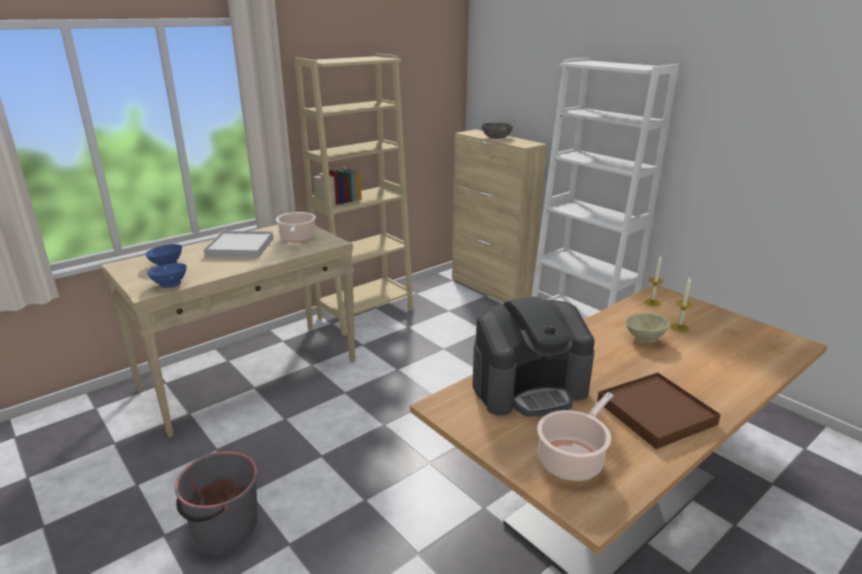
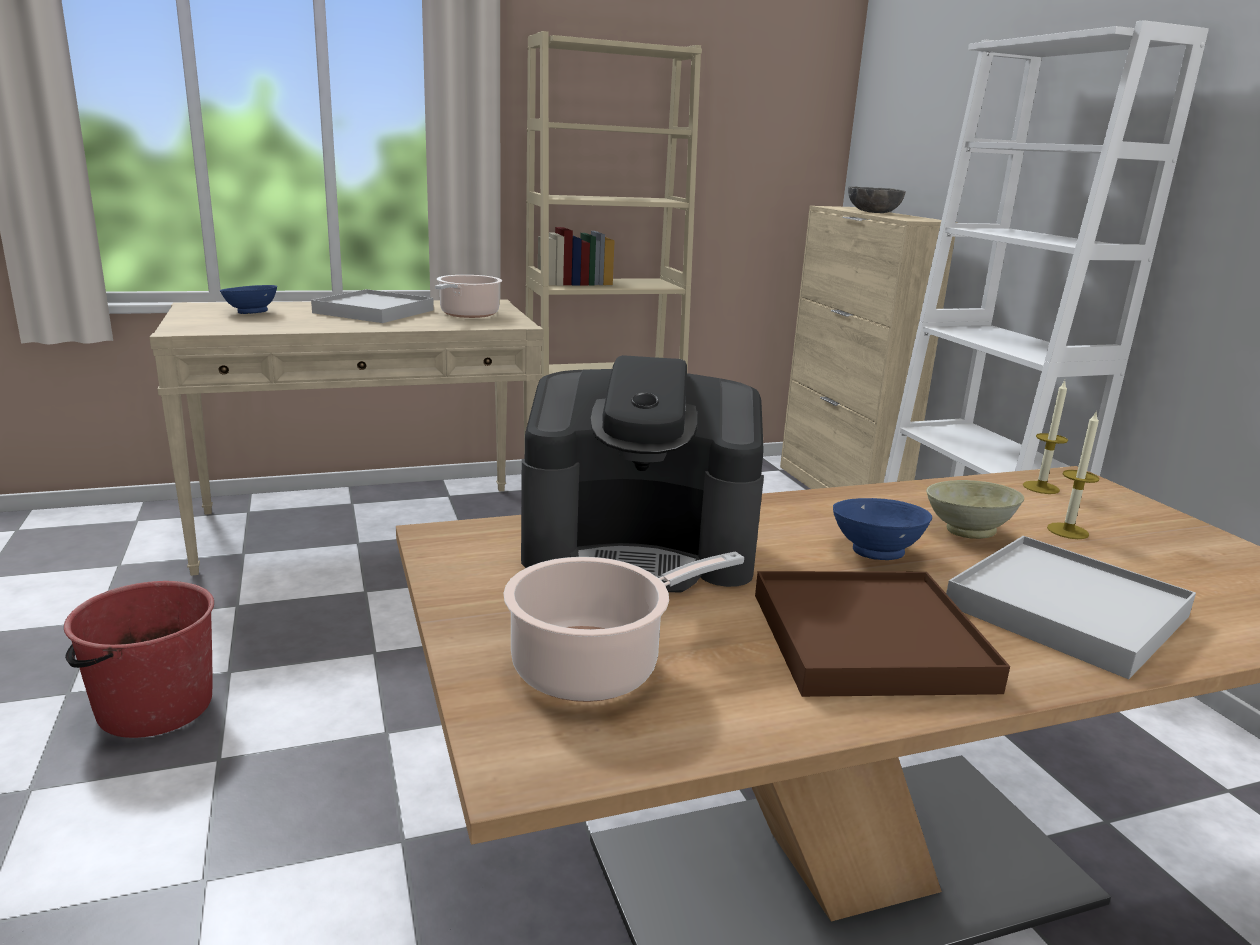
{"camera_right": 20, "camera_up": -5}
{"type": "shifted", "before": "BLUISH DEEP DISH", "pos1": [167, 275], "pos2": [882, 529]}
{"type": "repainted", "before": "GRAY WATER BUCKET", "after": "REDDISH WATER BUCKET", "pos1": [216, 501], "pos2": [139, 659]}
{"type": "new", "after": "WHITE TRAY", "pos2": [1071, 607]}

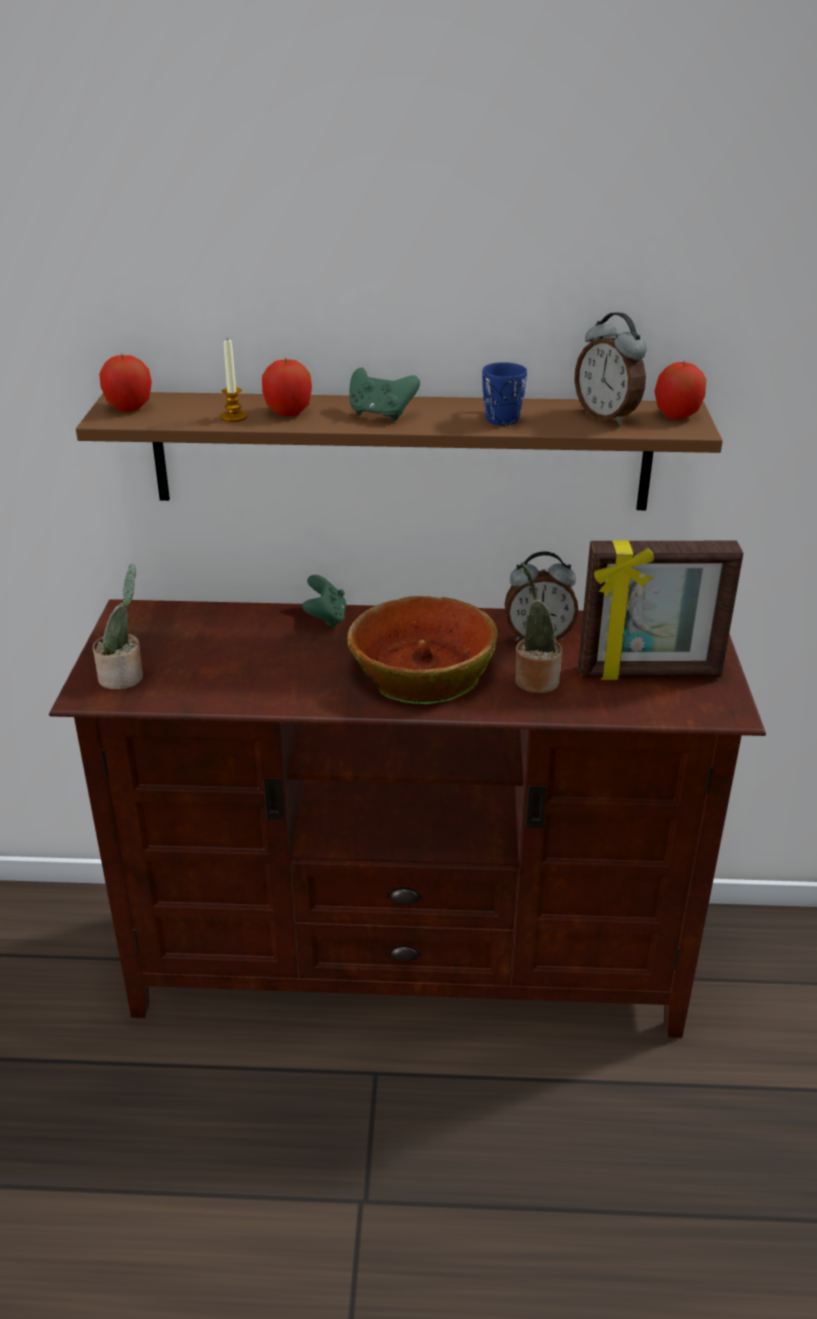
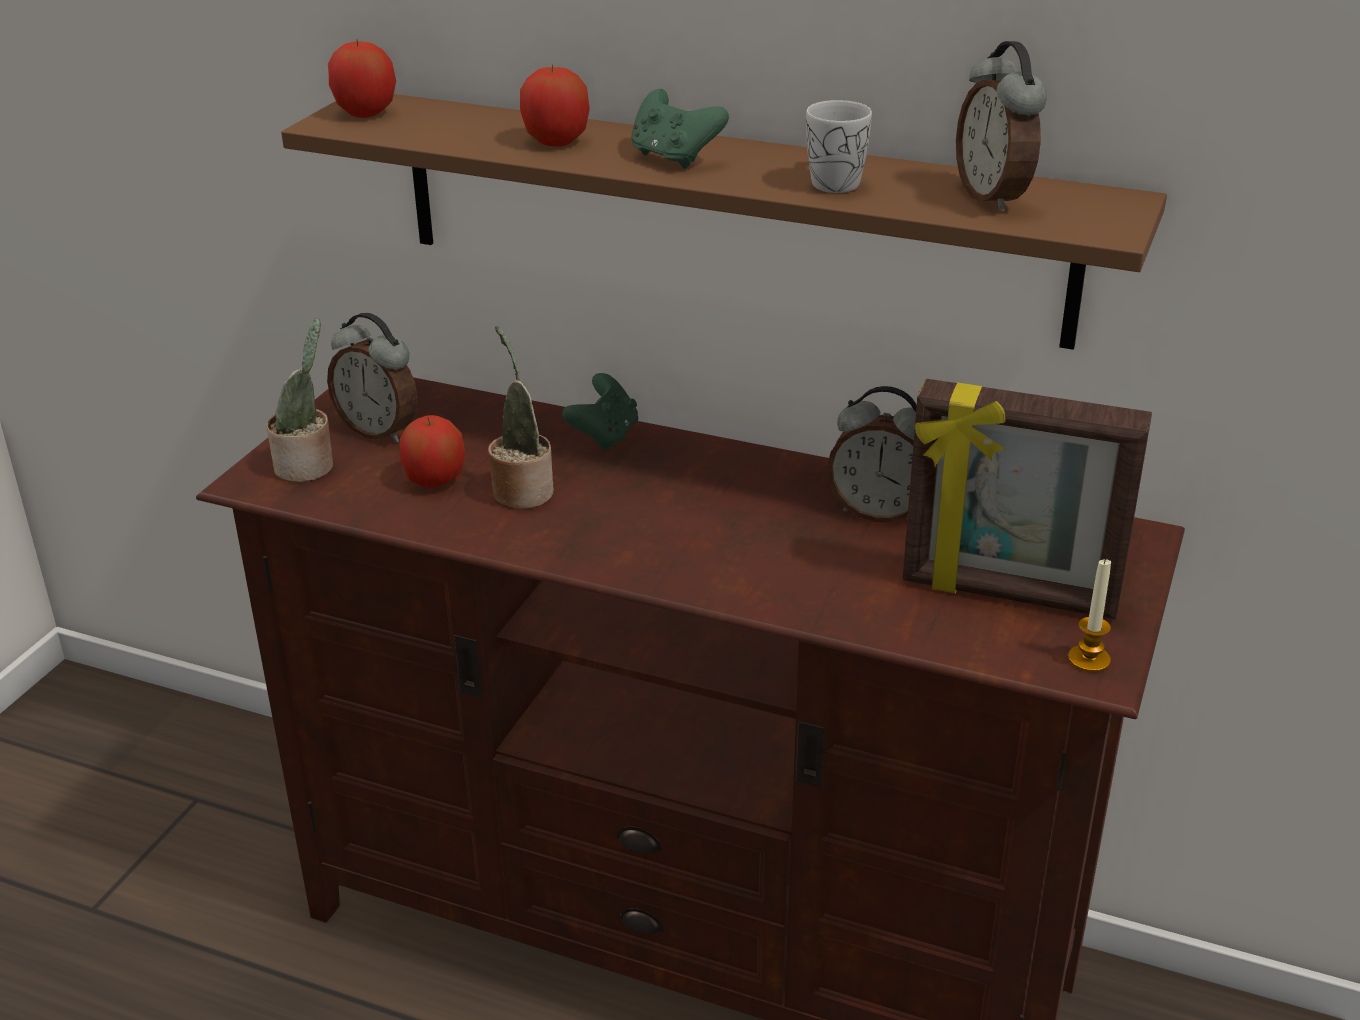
{"camera_right": 20, "camera_up": 0}
{"type": "shifted", "before": "WAX CANDLE", "pos1": [233, 380], "pos2": [1089, 615]}
{"type": "gone", "before": "DEEP DISH", "pos1": [422, 650]}
{"type": "repainted", "before": "BLUISH MUG", "after": "WHITE MUG", "pos1": [504, 394], "pos2": [839, 146]}
{"type": "shifted", "before": "PLANT IN A POT", "pos1": [538, 628], "pos2": [521, 417]}
{"type": "shifted", "before": "APPLE FRUIT", "pos1": [680, 390], "pos2": [432, 451]}
{"type": "new", "after": "BEDSIDE CLOCK", "pos2": [372, 378]}

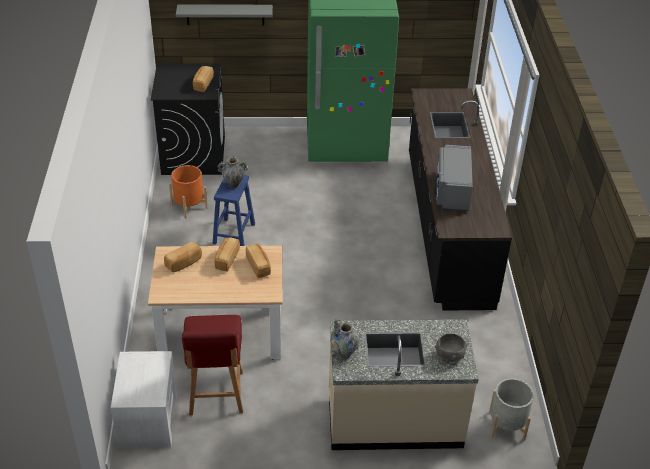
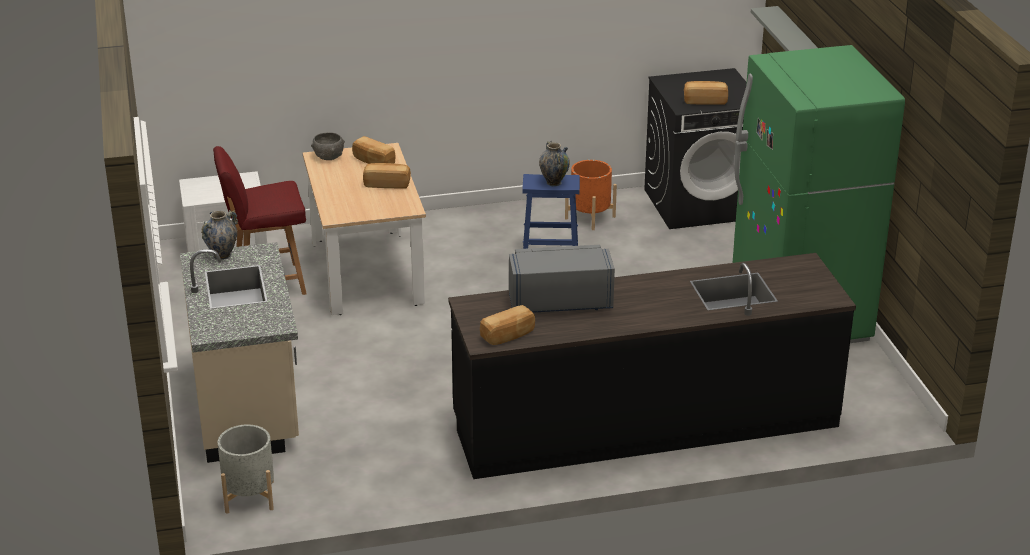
{"camera_right": 80, "camera_up": -10}
{"type": "shifted", "before": "BREAD", "pos1": [258, 261], "pos2": [507, 325]}
{"type": "shifted", "before": "GRAY DEEP DISH", "pos1": [451, 348], "pos2": [328, 146]}

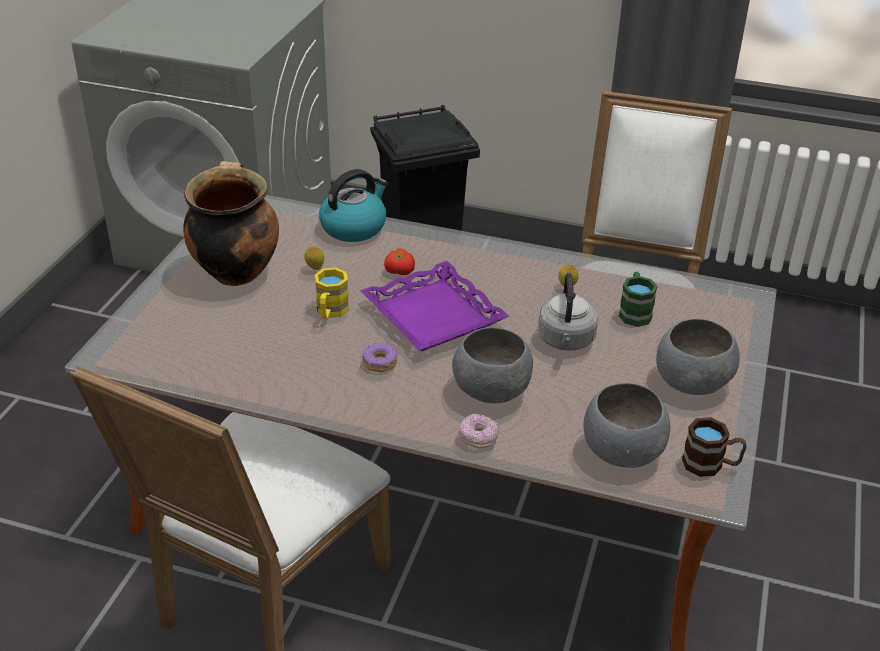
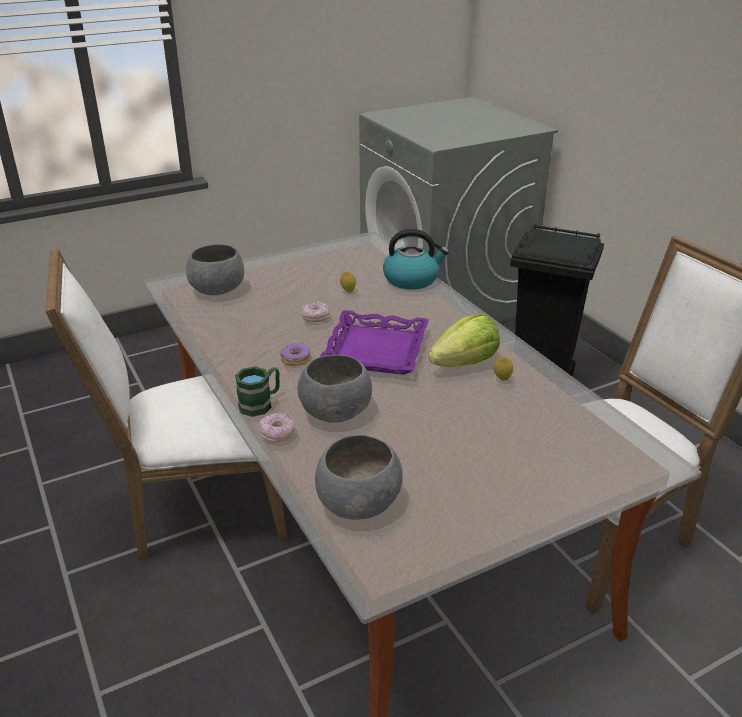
{"camera_right": 45, "camera_up": -5}
{"type": "gone", "before": "STOCKPOT", "pos1": [231, 223]}
{"type": "swapped", "before": "YELLOW MUG", "after": "DOUGHNUT", "pos1": [332, 293], "pos2": [316, 311]}
{"type": "gone", "before": "WHOLE TOMATO", "pos1": [399, 261]}
{"type": "gone", "before": "GRAY TEA KETTLE", "pos1": [568, 312]}
{"type": "shifted", "before": "GREENISH MUG", "pos1": [638, 299], "pos2": [257, 391]}
{"type": "shifted", "before": "GRAY DEEP DISH", "pos1": [698, 357], "pos2": [215, 269]}
{"type": "gone", "before": "BROWNISH MUG", "pos1": [714, 447]}
{"type": "new", "after": "HEAD OF LETTUCE", "pos2": [464, 340]}

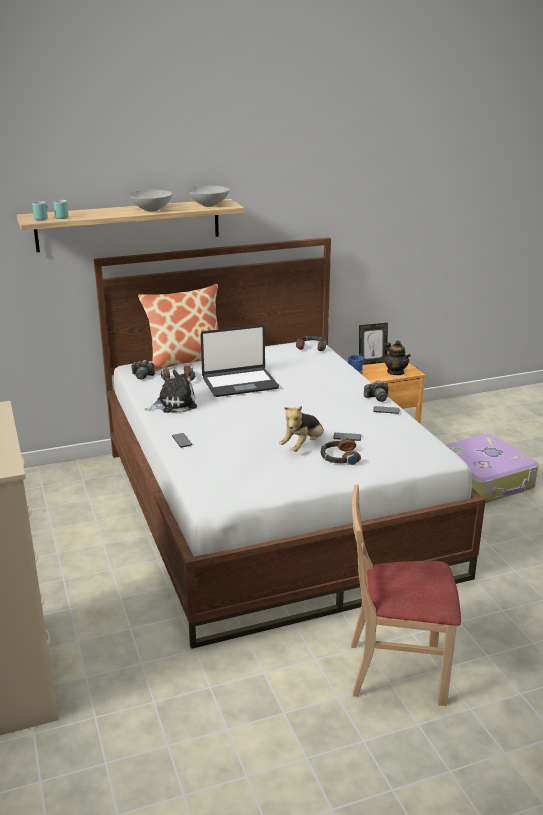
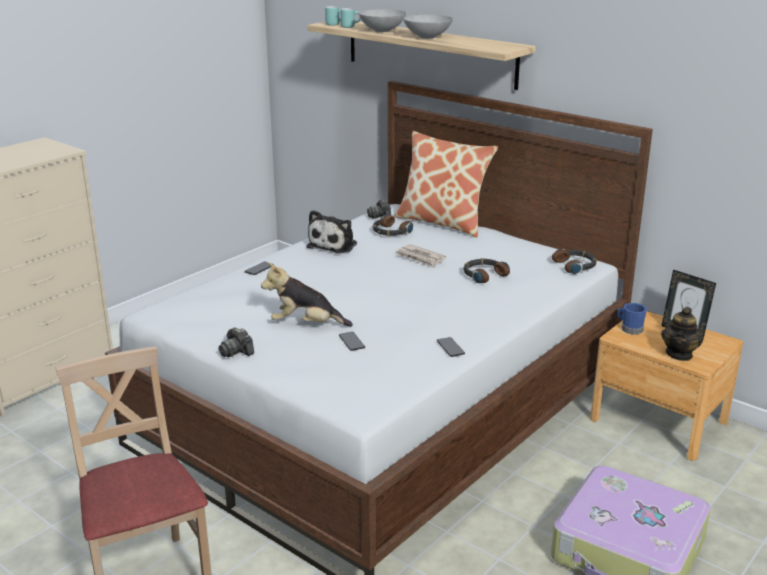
{"camera_right": 60, "camera_up": 0}
{"type": "rotated", "before": "SOFT TOY", "pos1": [171, 391], "pos2": [332, 231], "turn": 75}
{"type": "shifted", "before": "GRAY DEEP DISH", "pos1": [209, 196], "pos2": [382, 21]}
{"type": "swapped", "before": "NOTEBOOK COMPUTER", "after": "DAILY PAPER", "pos1": [239, 361], "pos2": [421, 256]}
{"type": "shifted", "before": "PAIR OF HEADPHONES", "pos1": [341, 451], "pos2": [487, 270]}
{"type": "shifted", "before": "PHOTO CAMERA", "pos1": [376, 391], "pos2": [236, 342]}

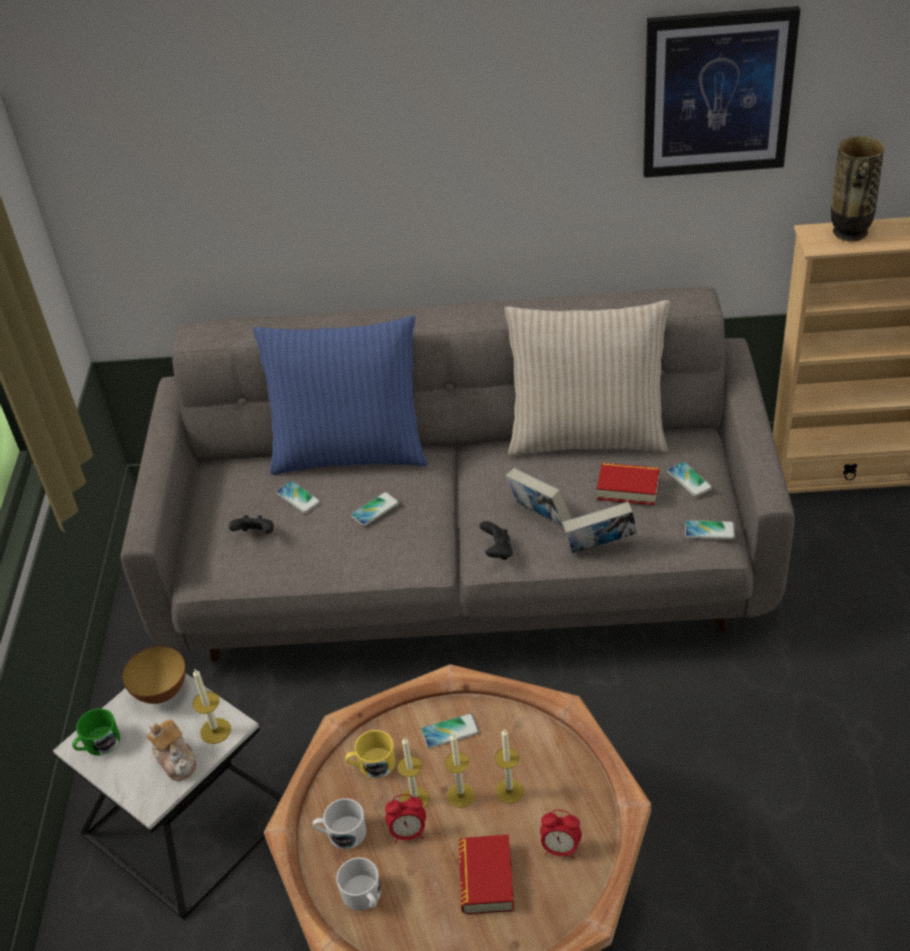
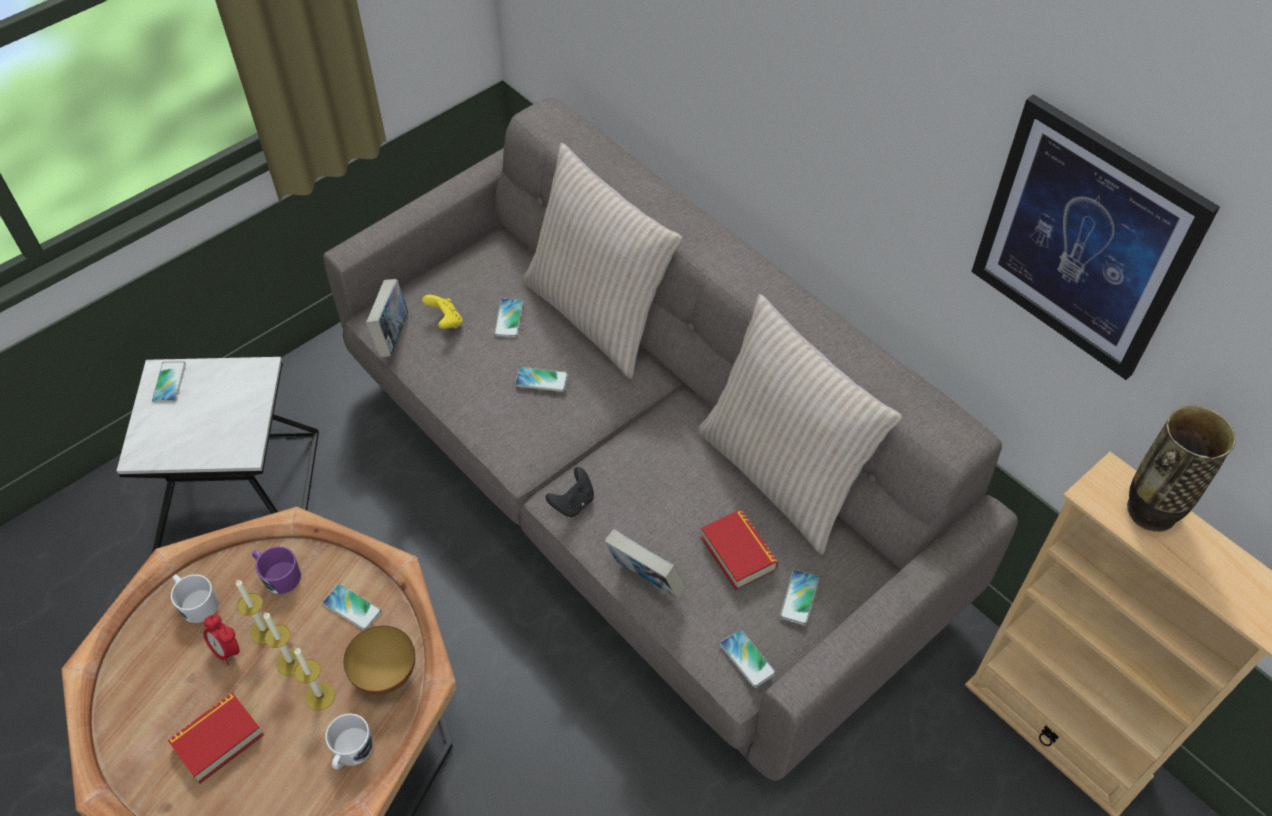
{"camera_right": 45, "camera_up": 10}
{"type": "swapped", "before": "GREENISH MUG", "after": "PHONE", "pos1": [96, 732], "pos2": [169, 381]}
{"type": "shifted", "before": "DEEP DISH", "pos1": [154, 675], "pos2": [379, 660]}
{"type": "gone", "before": "POT FOR TEA", "pos1": [171, 750]}
{"type": "gone", "before": "WAX CANDLE", "pos1": [212, 706]}
{"type": "repainted", "before": "BLACK-COLOURED GAME CONTROLLER", "after": "YELLOW GAME CONTROLLER", "pos1": [251, 524], "pos2": [442, 312]}
{"type": "repainted", "before": "BLUISH THROW PILLOW", "after": "BEIGE THROW PILLOW", "pos1": [340, 395], "pos2": [602, 261]}
{"type": "shifted", "before": "WHITE MUG", "pos1": [358, 884], "pos2": [349, 741]}
{"type": "repainted", "before": "YELLOW MUG", "after": "PURPLE-COLOURED MUG", "pos1": [370, 754], "pos2": [276, 570]}
{"type": "shifted", "before": "VOLUME", "pos1": [539, 497], "pos2": [387, 318]}
{"type": "gone", "before": "BEDSIDE CLOCK", "pos1": [561, 834]}

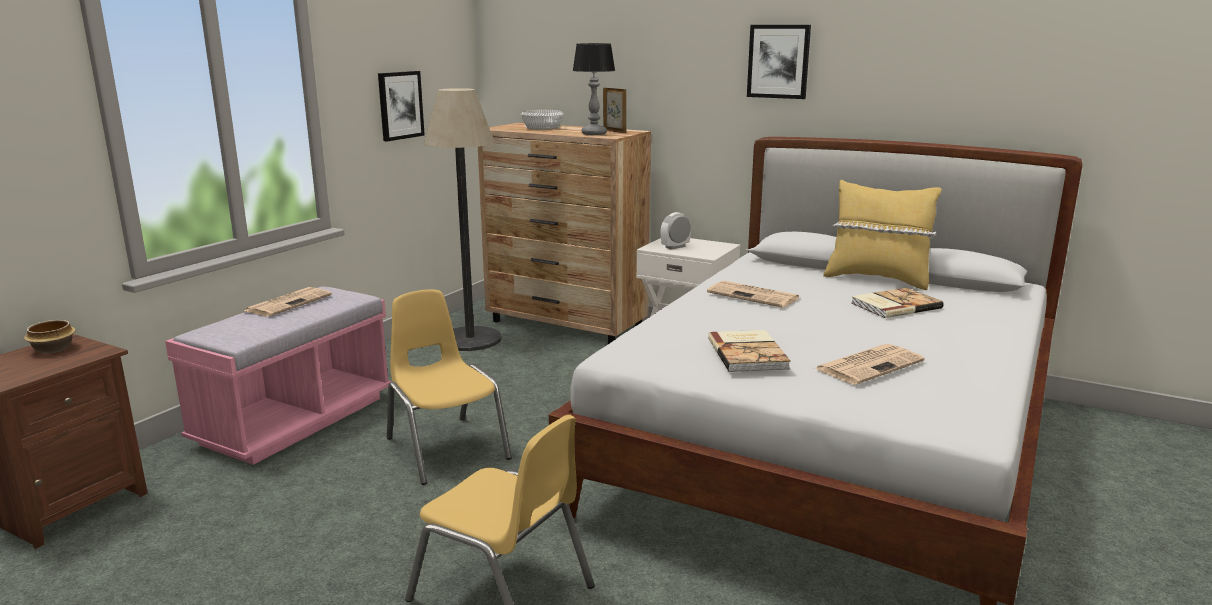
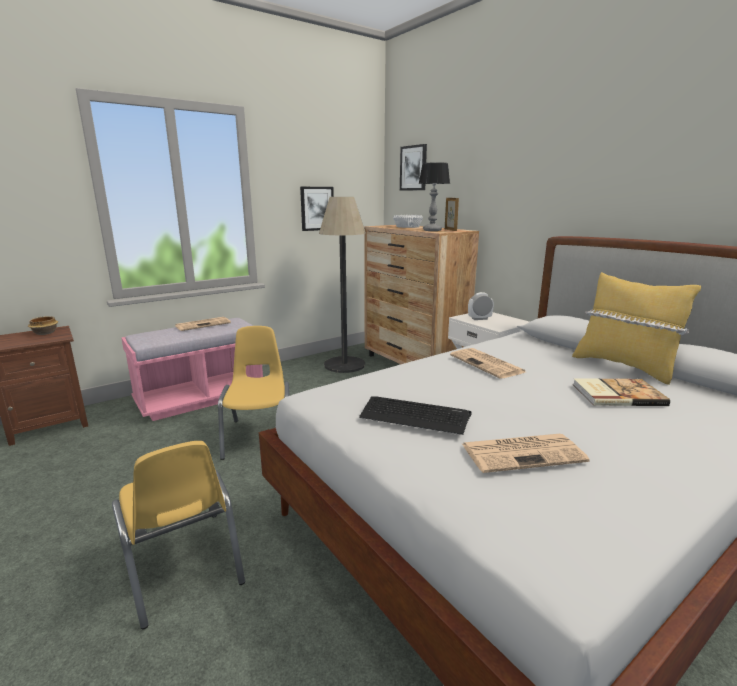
{"camera_right": 25, "camera_up": 0}
{"type": "swapped", "before": "VOLUME", "after": "PC KEYBOARD", "pos1": [749, 351], "pos2": [415, 415]}
{"type": "shifted", "before": "WALL ART", "pos1": [779, 62], "pos2": [413, 167]}

